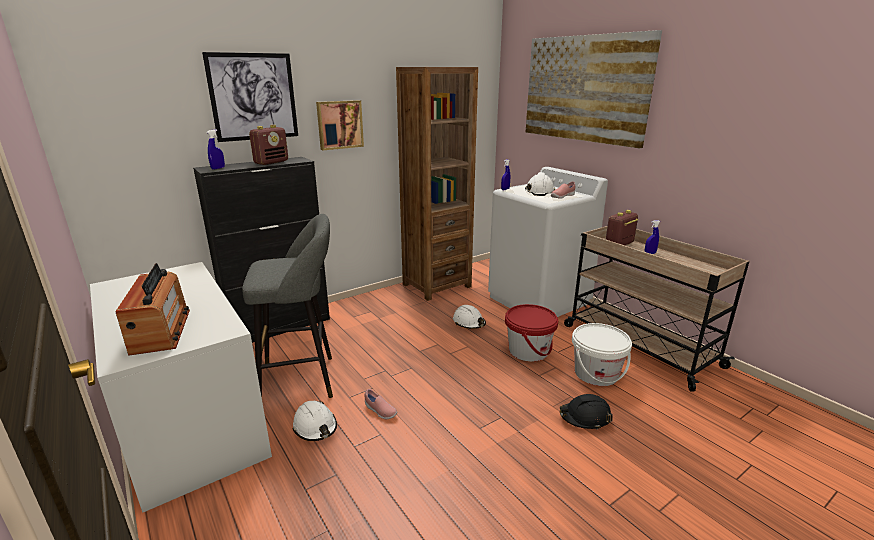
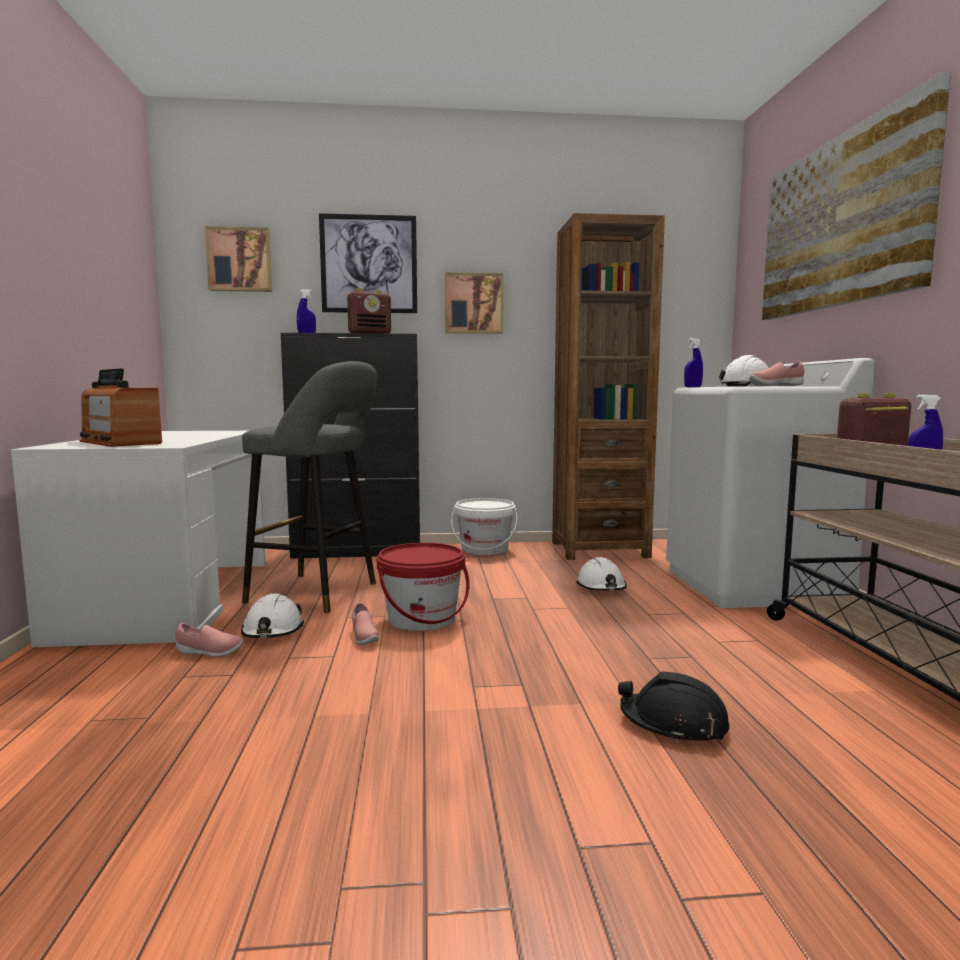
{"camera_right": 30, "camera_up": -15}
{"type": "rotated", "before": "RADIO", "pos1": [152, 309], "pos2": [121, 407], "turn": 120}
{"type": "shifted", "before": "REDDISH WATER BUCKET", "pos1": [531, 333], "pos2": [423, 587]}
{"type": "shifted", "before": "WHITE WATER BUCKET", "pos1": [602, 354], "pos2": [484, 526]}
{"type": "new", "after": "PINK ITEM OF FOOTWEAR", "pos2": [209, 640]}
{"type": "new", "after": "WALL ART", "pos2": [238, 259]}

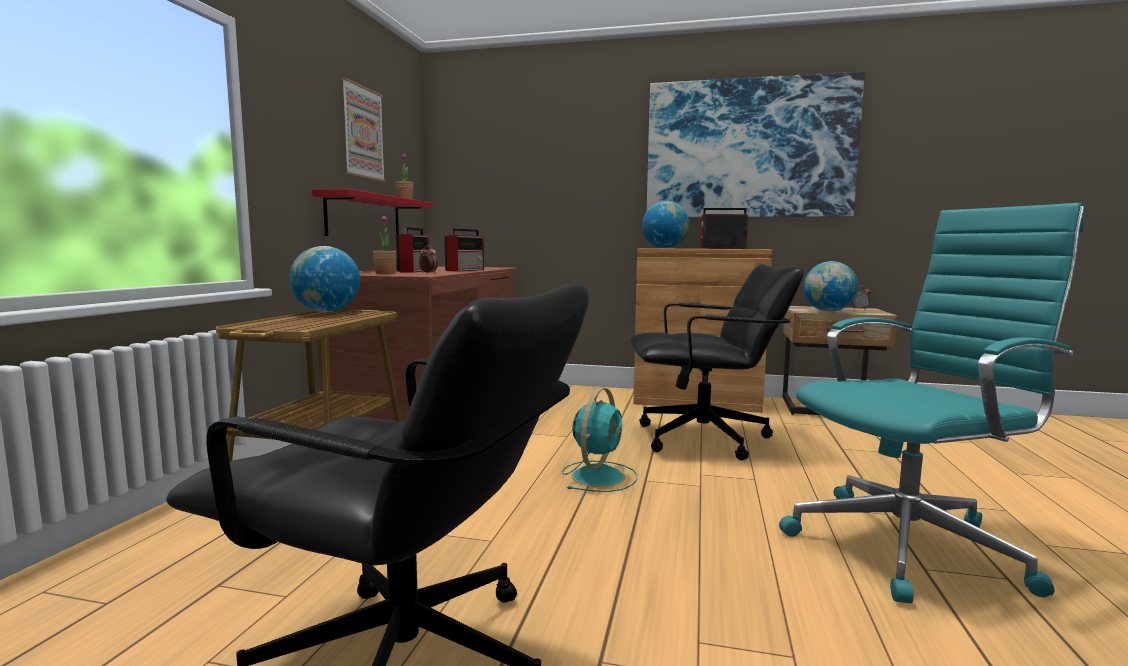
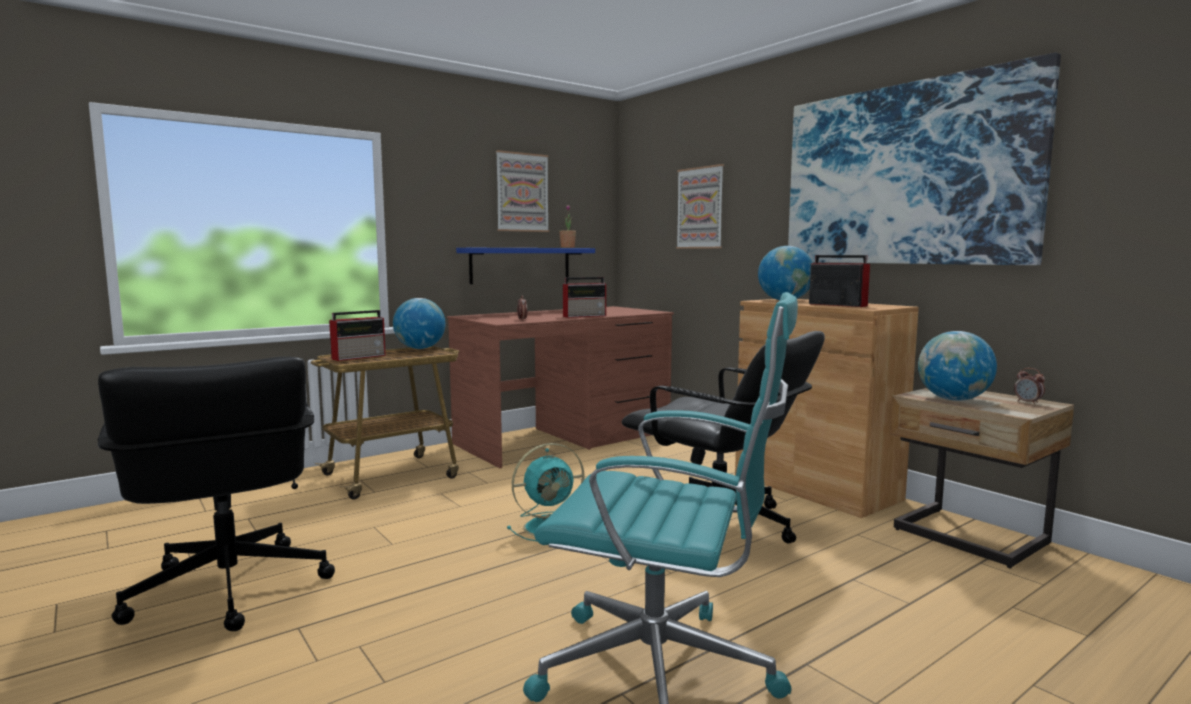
{"camera_right": 40, "camera_up": 0}
{"type": "repainted", "before": "REDDISH WALL SHELF", "after": "BLUISH WALL SHELF", "pos1": [372, 212], "pos2": [525, 266]}
{"type": "gone", "before": "PLANT IN A POT", "pos1": [384, 245]}
{"type": "shifted", "before": "RADIO", "pos1": [412, 250], "pos2": [357, 335]}
{"type": "new", "after": "WALL ART", "pos2": [700, 206]}

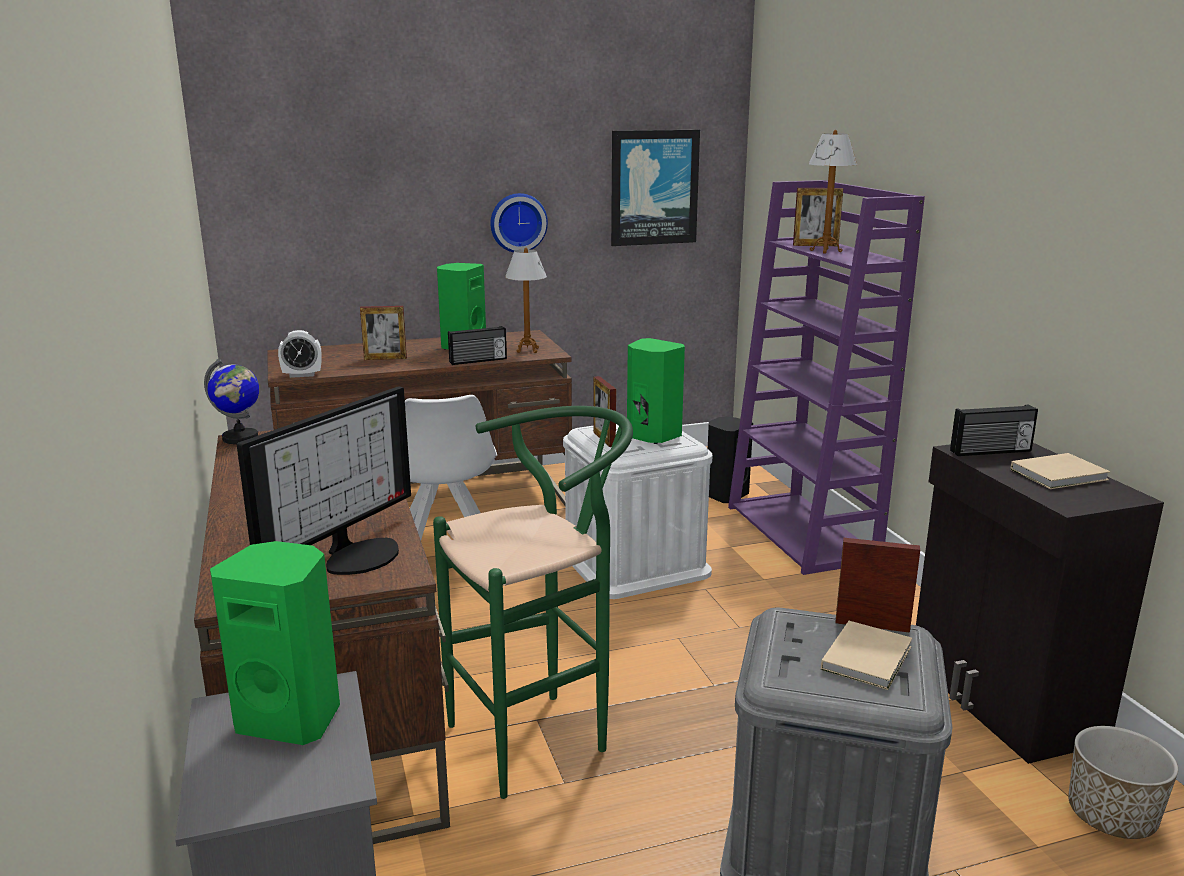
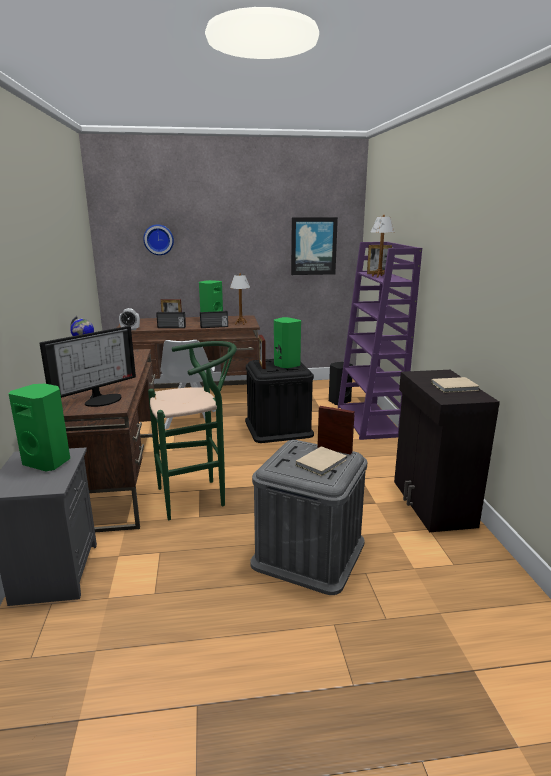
{"camera_right": 10, "camera_up": 0}
{"type": "shifted", "before": "CLOCK ON THE WALL", "pos1": [519, 222], "pos2": [158, 239]}
{"type": "repainted", "before": "WHITE STORAGE CONTAINER", "after": "BLACK-COLOURED STORAGE CONTAINER", "pos1": [638, 511], "pos2": [279, 401]}
{"type": "shifted", "before": "RADIO", "pos1": [994, 430], "pos2": [171, 320]}
{"type": "gone", "before": "PLANTER", "pos1": [1123, 782]}

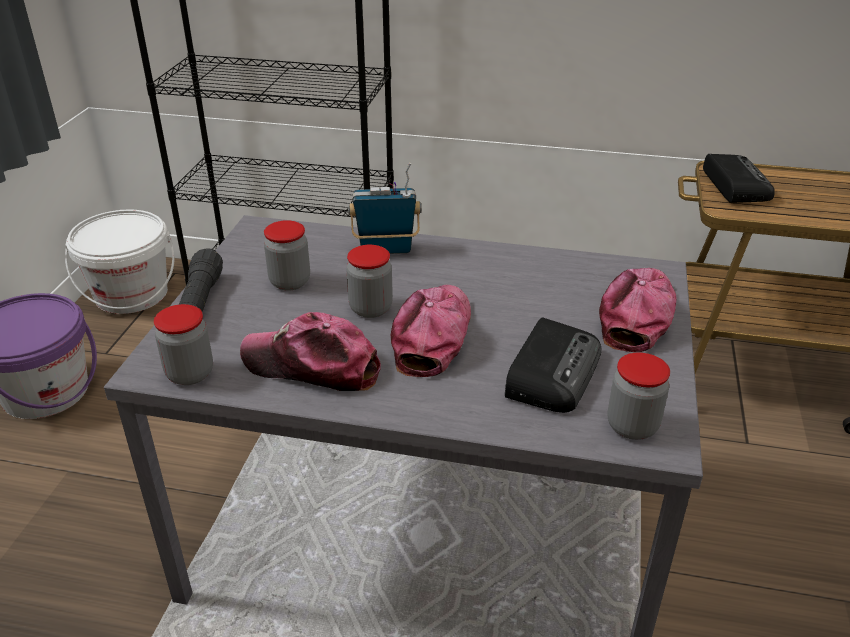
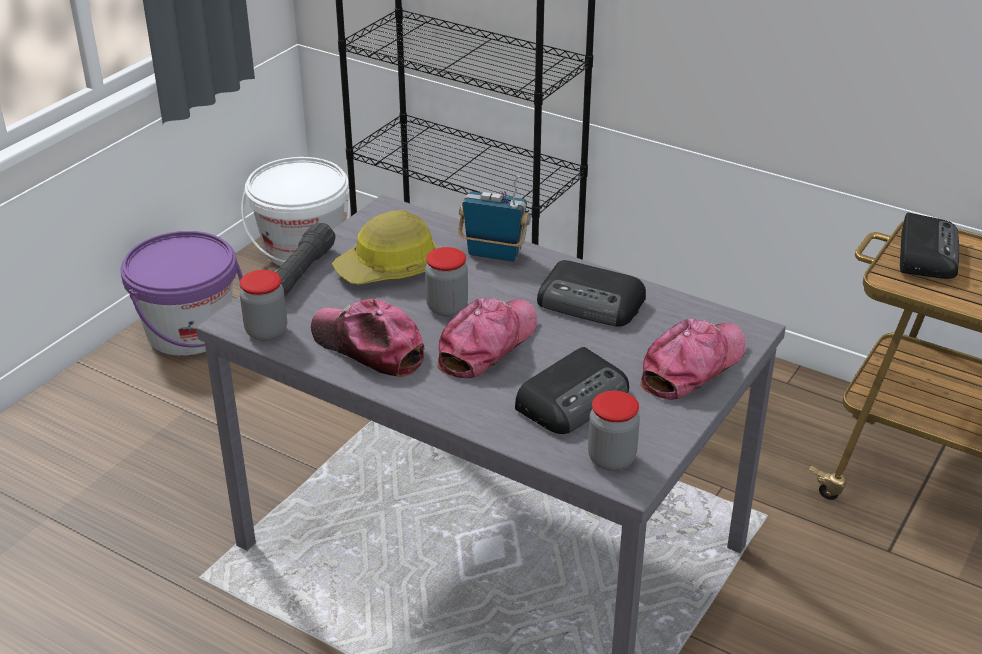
{"camera_right": 20, "camera_up": 0}
{"type": "swapped", "before": "PRESERVE JAR", "after": "HARD HAT", "pos1": [287, 255], "pos2": [385, 247]}
{"type": "new", "after": "RADIO", "pos2": [591, 293]}

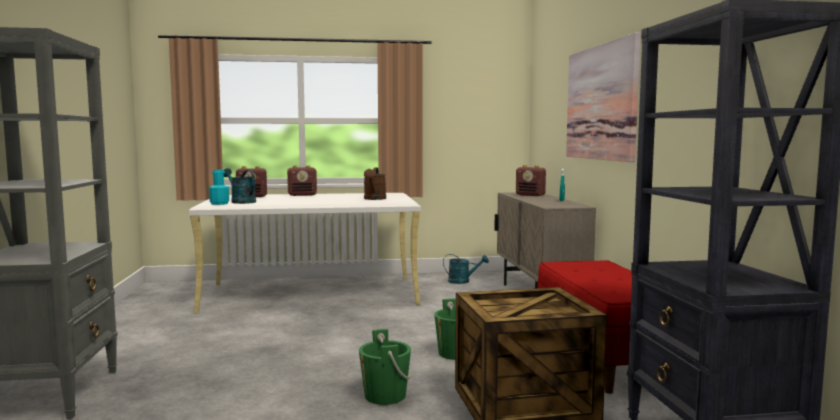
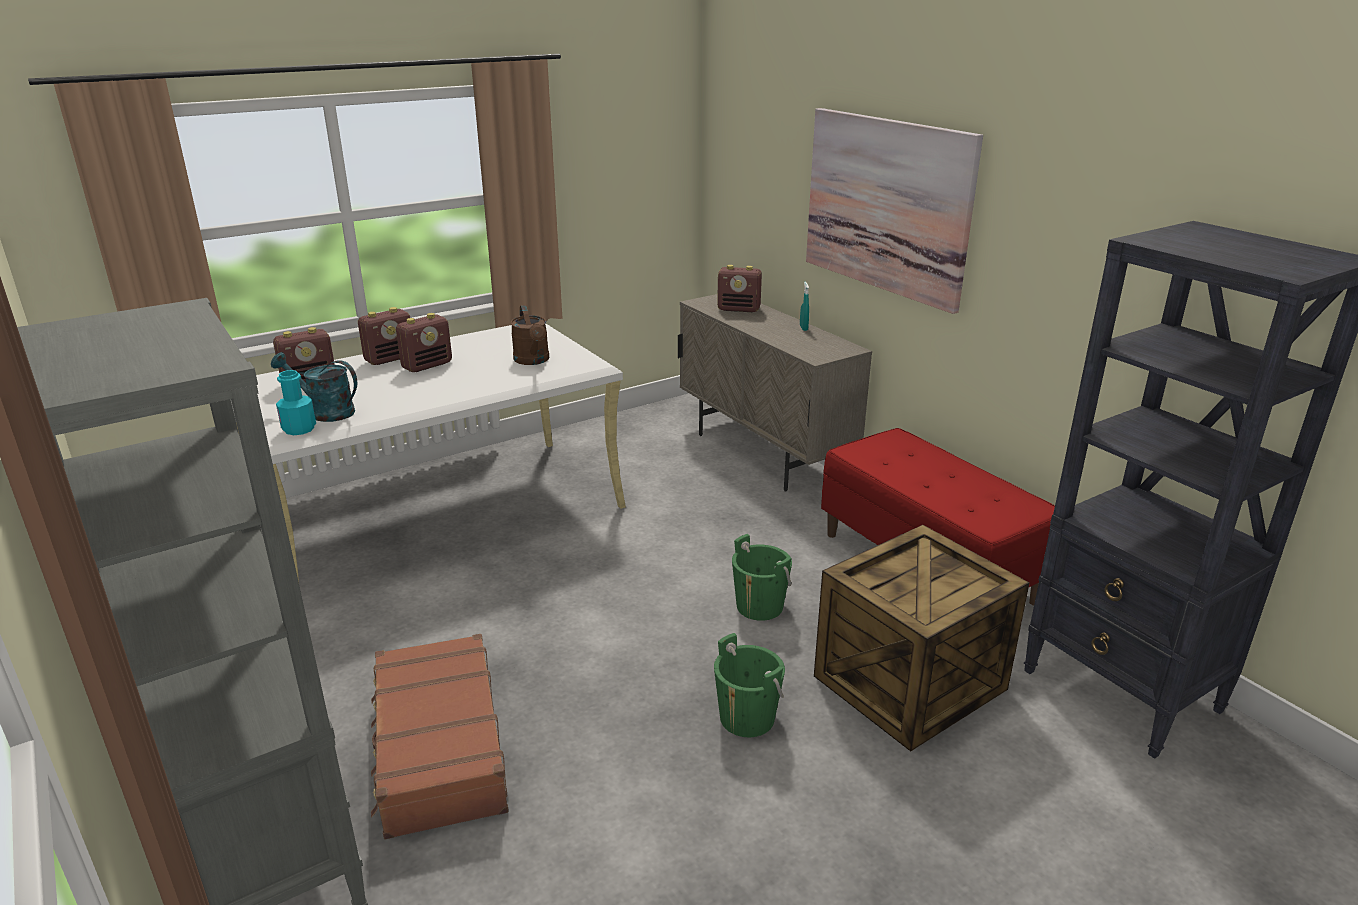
{"camera_right": -25, "camera_up": 20}
{"type": "gone", "before": "BLUE-GREEN WATERING CAN", "pos1": [466, 269]}
{"type": "new", "after": "BROWNISH PIECE OF LUGGAGE", "pos2": [440, 736]}
{"type": "new", "after": "RADIO", "pos2": [424, 342]}

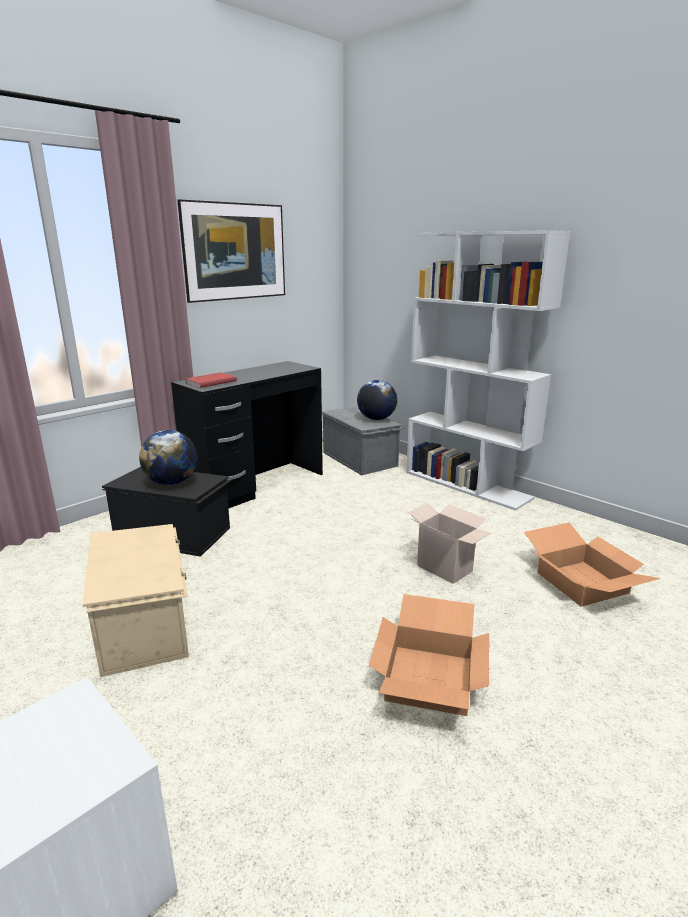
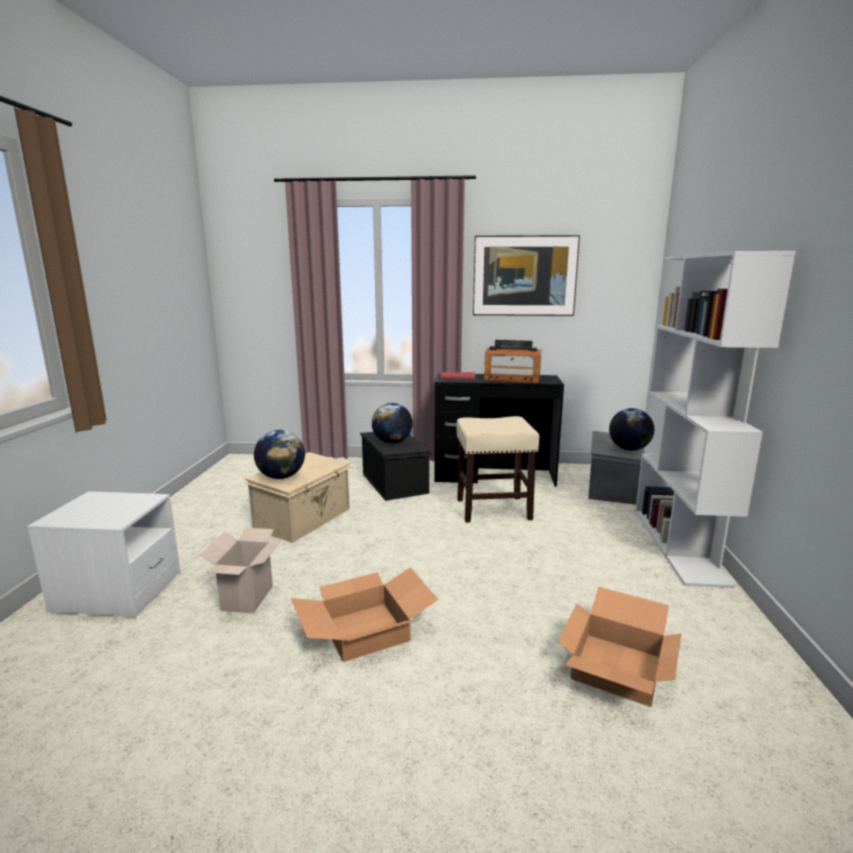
{"camera_right": 50, "camera_up": -5}
{"type": "shifted", "before": "CARTON", "pos1": [449, 543], "pos2": [241, 570]}
{"type": "new", "after": "DESK GLOBE", "pos2": [279, 454]}
{"type": "new", "after": "BEIGE SITTING STOOL", "pos2": [498, 469]}
{"type": "new", "after": "RADIO", "pos2": [512, 361]}

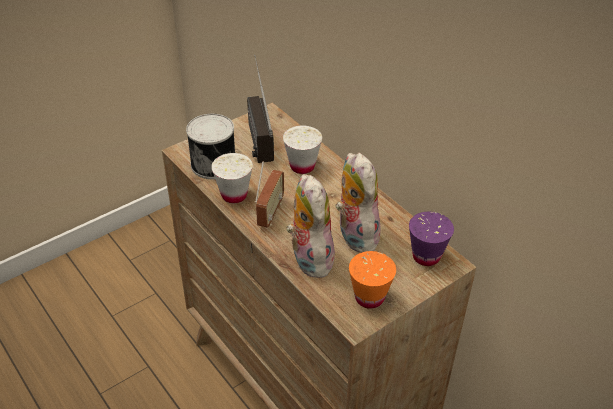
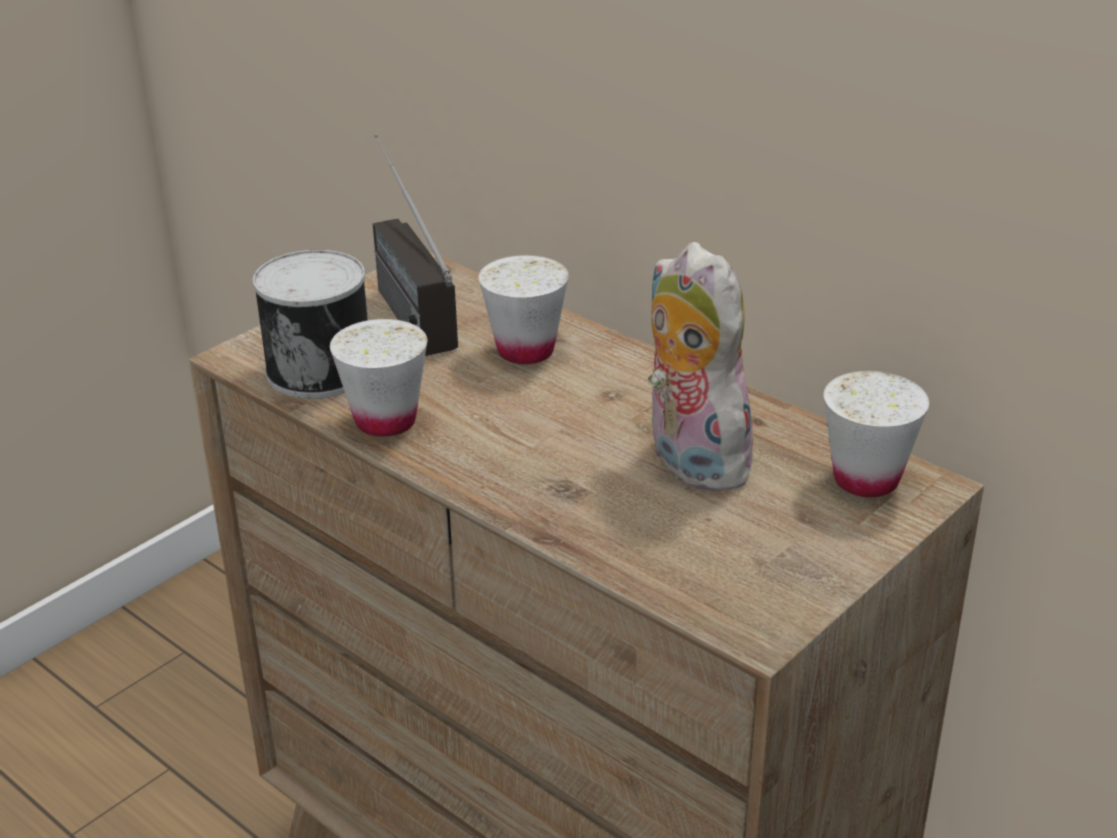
{"camera_right": -10, "camera_up": -10}
{"type": "gone", "before": "RADIO", "pos1": [269, 194]}
{"type": "gone", "before": "SOFT TOY", "pos1": [310, 226]}
{"type": "gone", "before": "ORANGEY CUP", "pos1": [372, 280]}
{"type": "repainted", "before": "PURPLE-COLOURED CUP", "after": "WHITE CUP", "pos1": [431, 239], "pos2": [876, 434]}

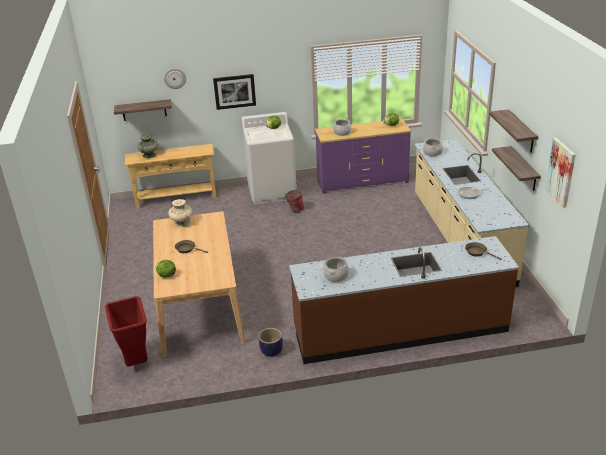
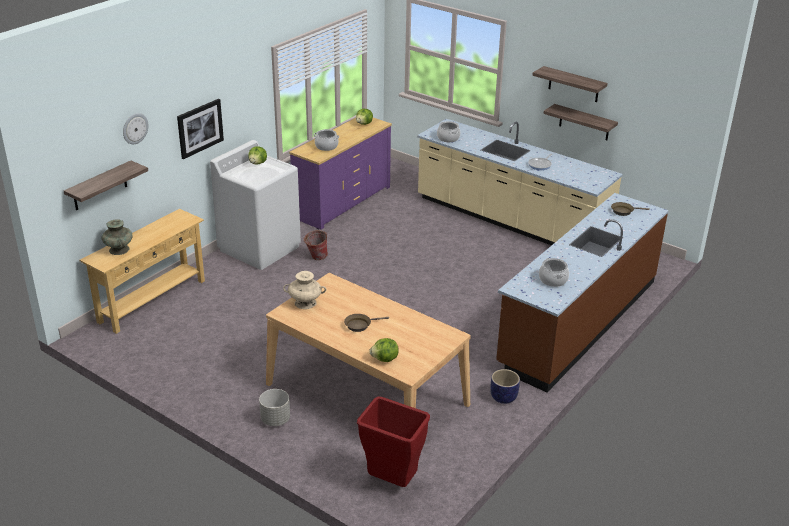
{"camera_right": -45, "camera_up": 0}
{"type": "gone", "before": "WALL ART", "pos1": [560, 173]}
{"type": "new", "after": "GRAY PLANTER", "pos2": [274, 407]}

